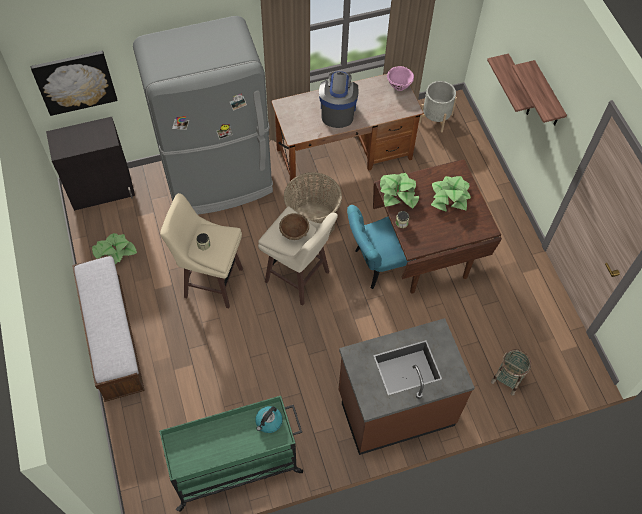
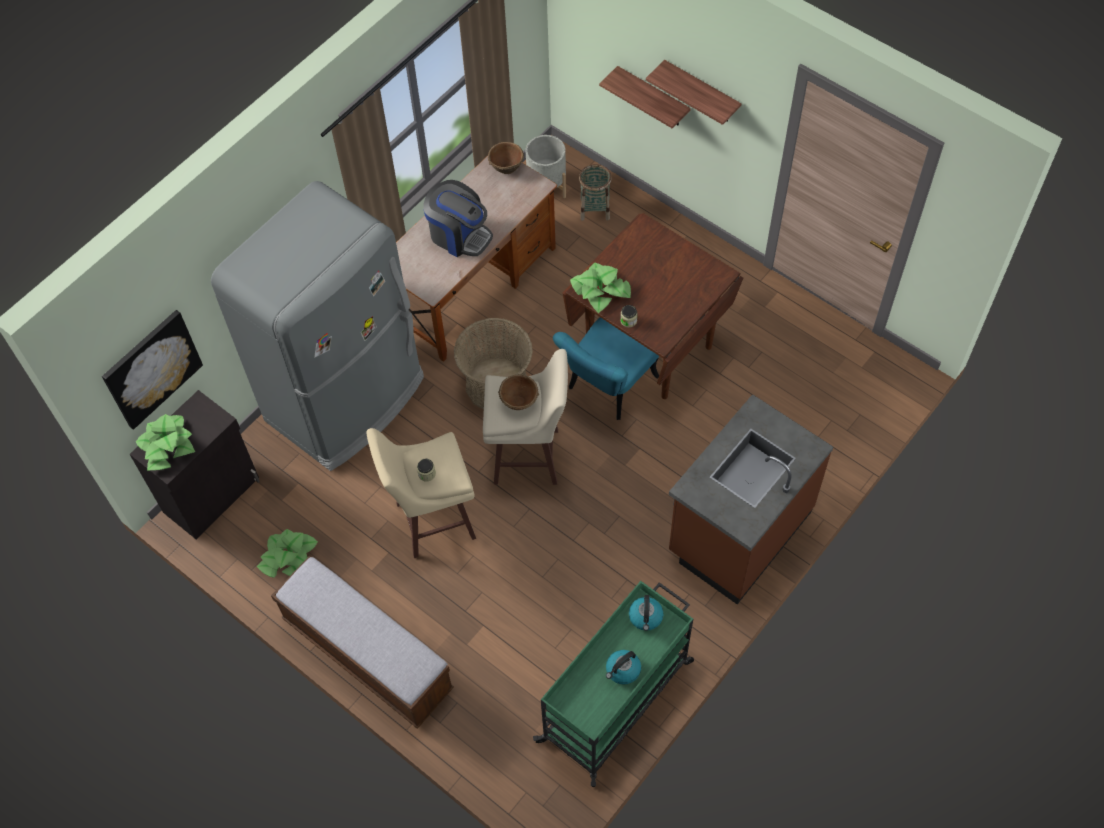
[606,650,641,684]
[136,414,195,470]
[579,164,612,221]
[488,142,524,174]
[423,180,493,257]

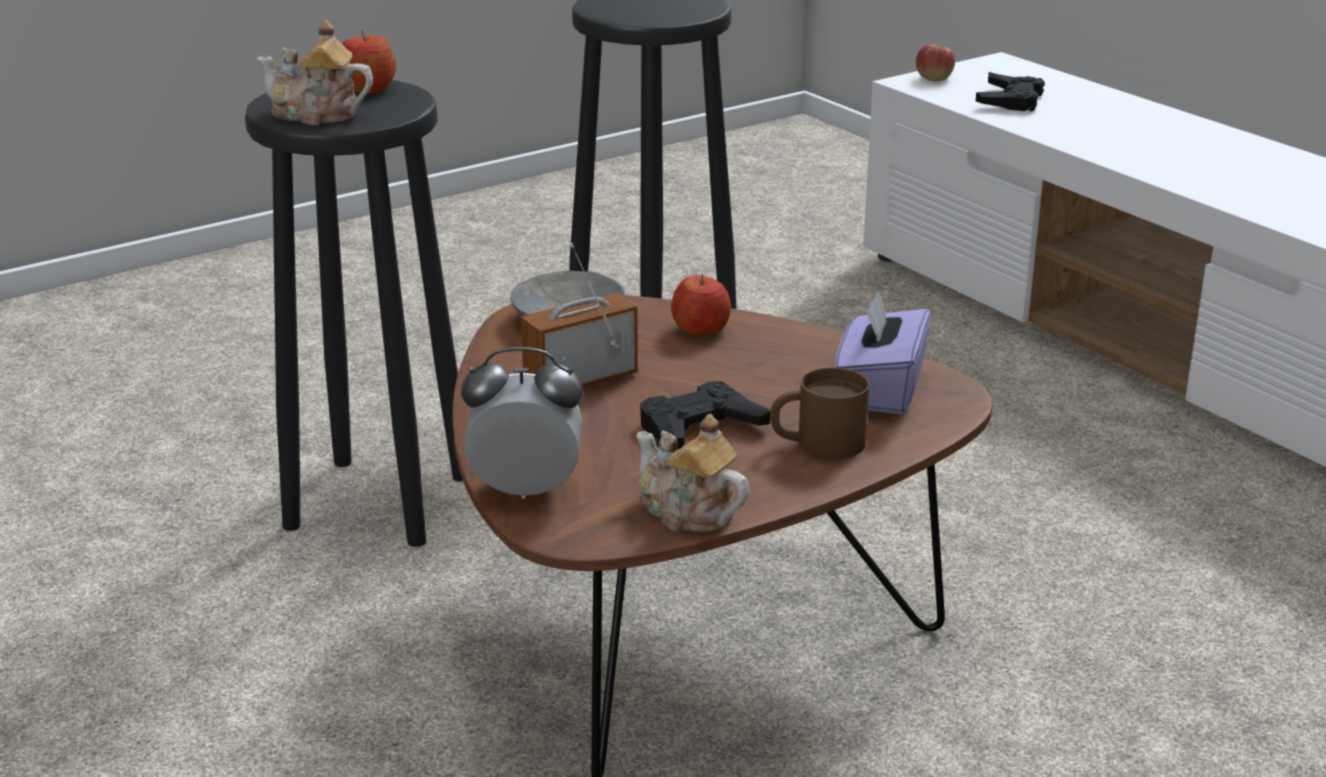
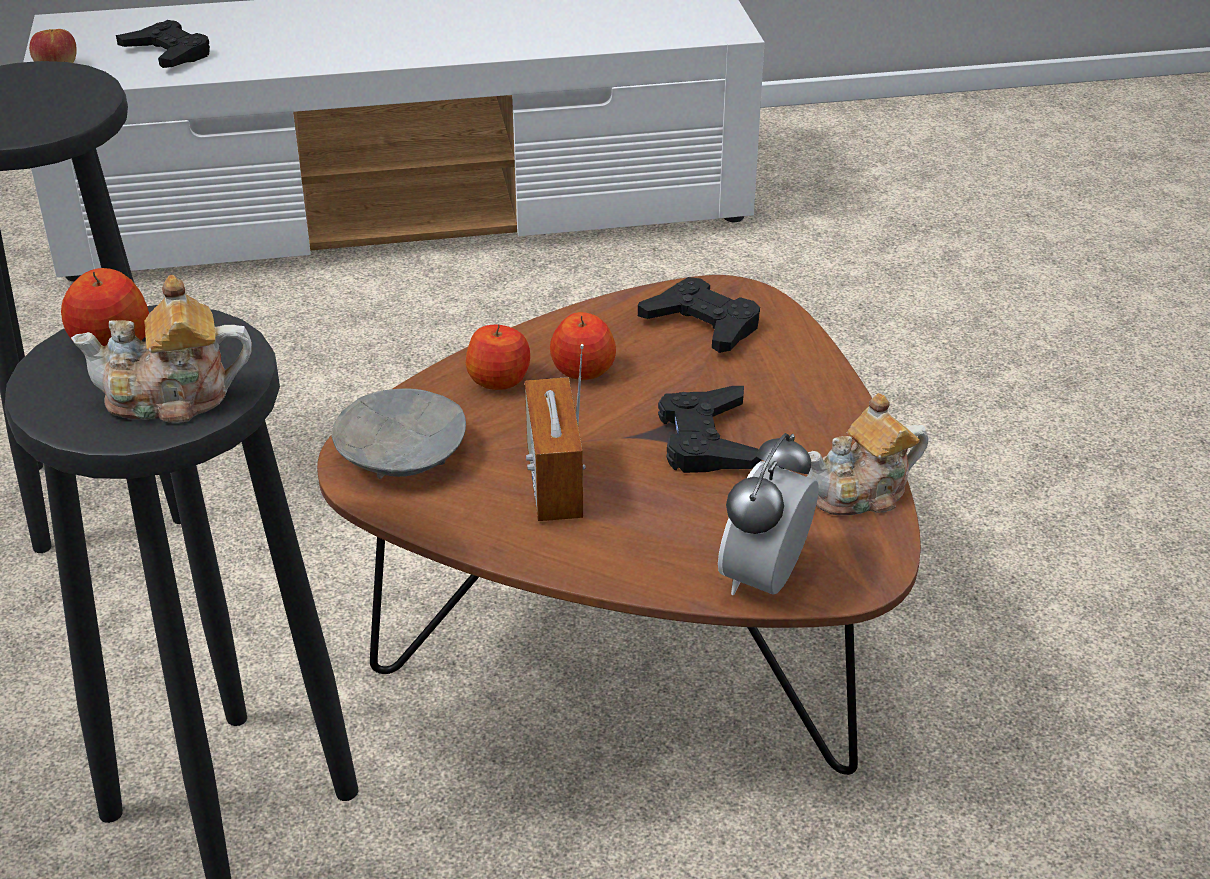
[770,367,869,459] (first image)
[550,312,616,380]
[638,277,760,353]
[71,275,252,423]

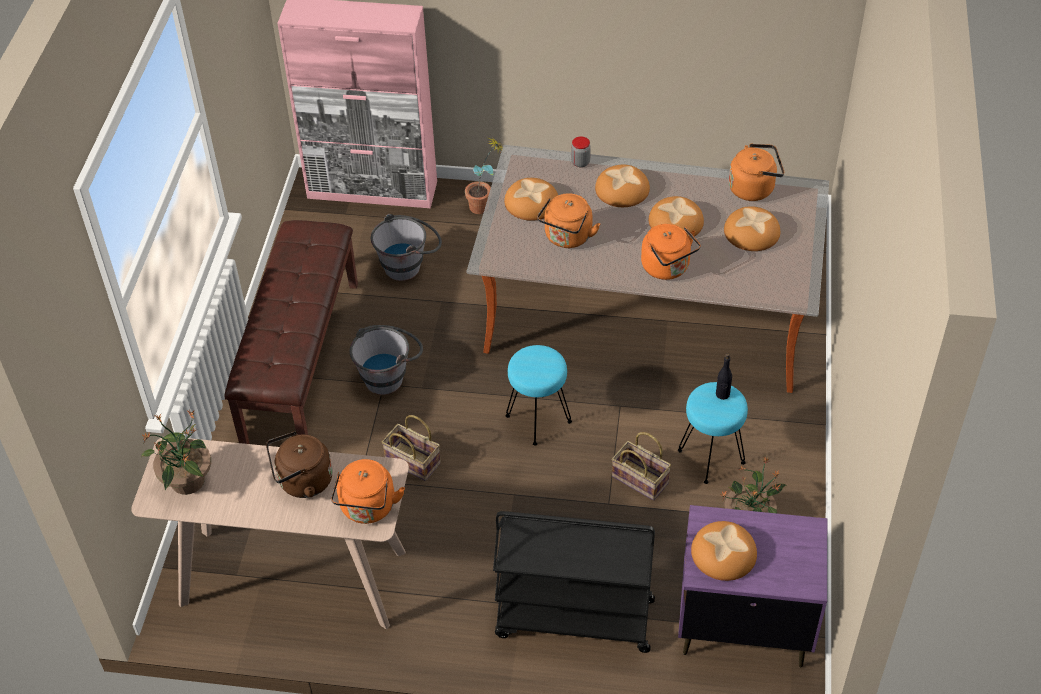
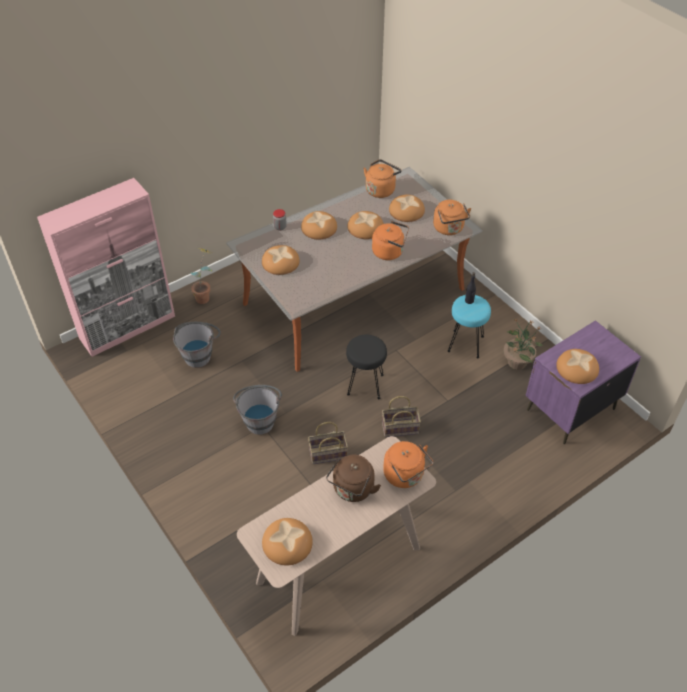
[225,220,358,444] (first image)
[493,511,655,653] (first image)
[433,200,471,235]
[382,396,421,437]
[262,518,313,565]
[346,335,387,399]

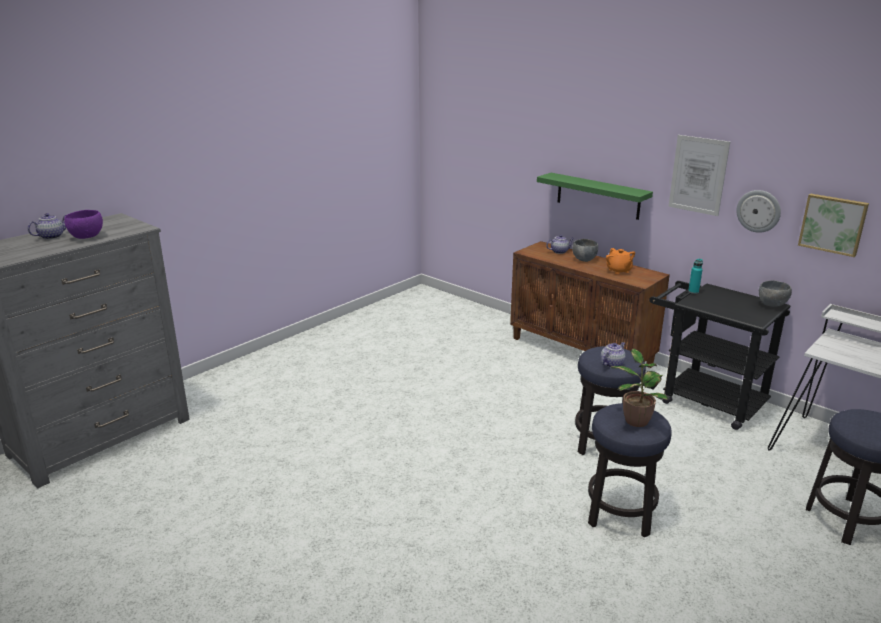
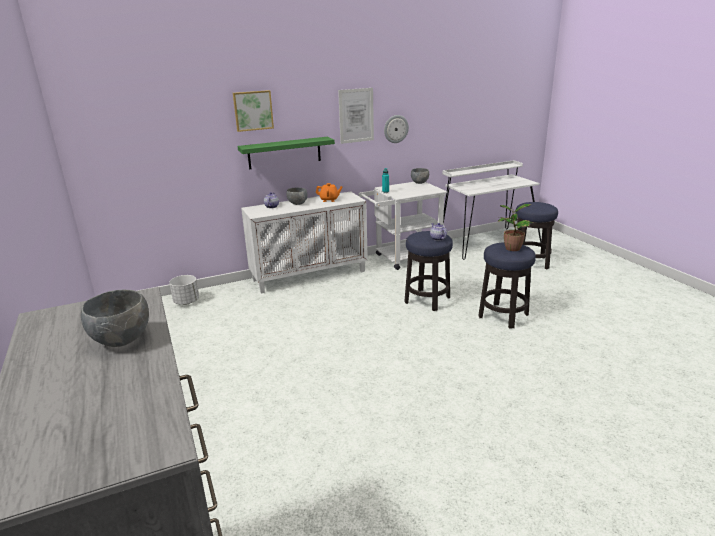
[28,213,66,239] (first image)
[169,275,199,305]
[233,90,274,132]
[81,290,149,347]
[241,192,368,294]
[358,182,447,270]

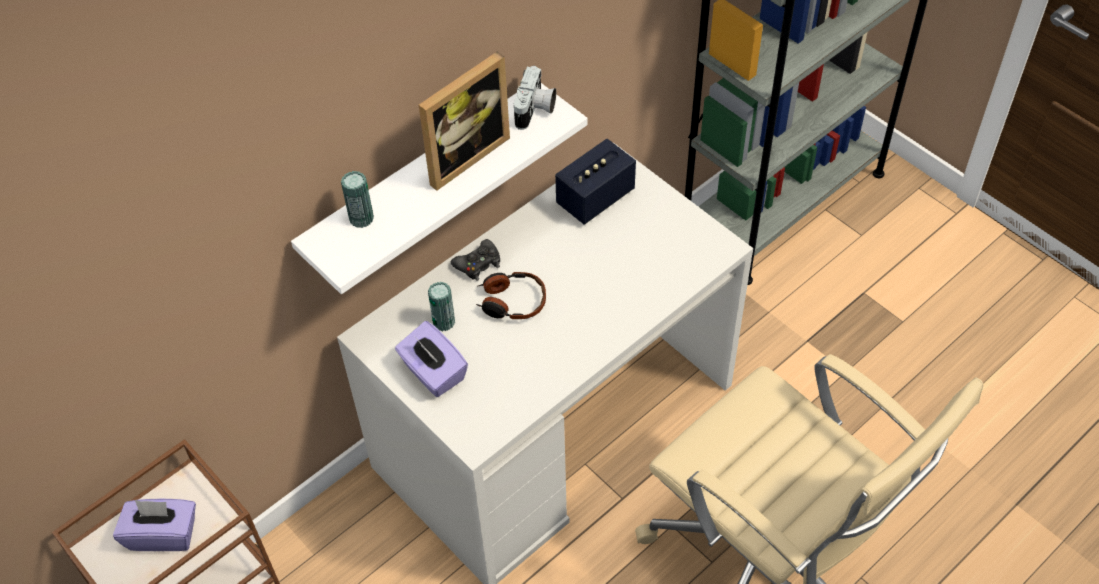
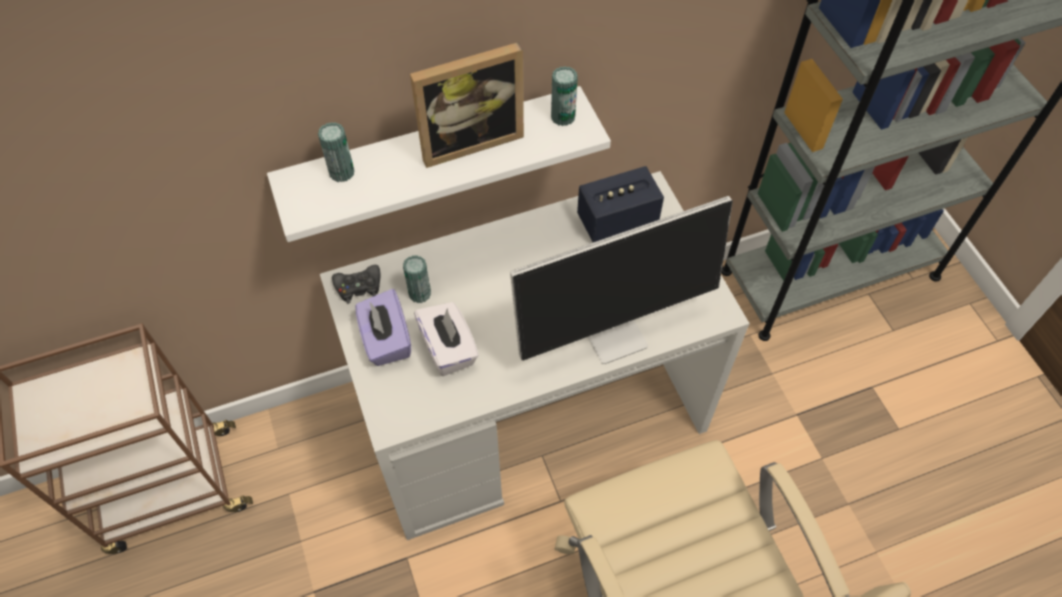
[113,498,196,551] (first image)
[476,272,546,319] (first image)
[414,302,479,376]
[510,196,733,364]
[332,265,381,304]
[551,66,578,126]

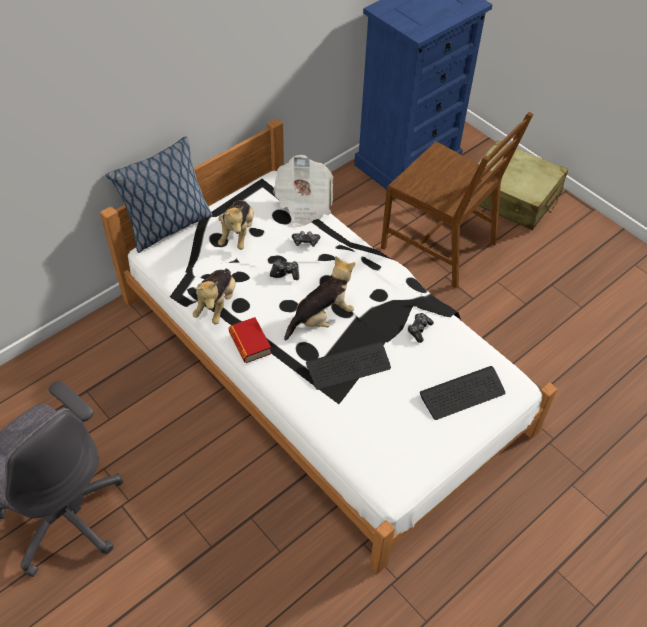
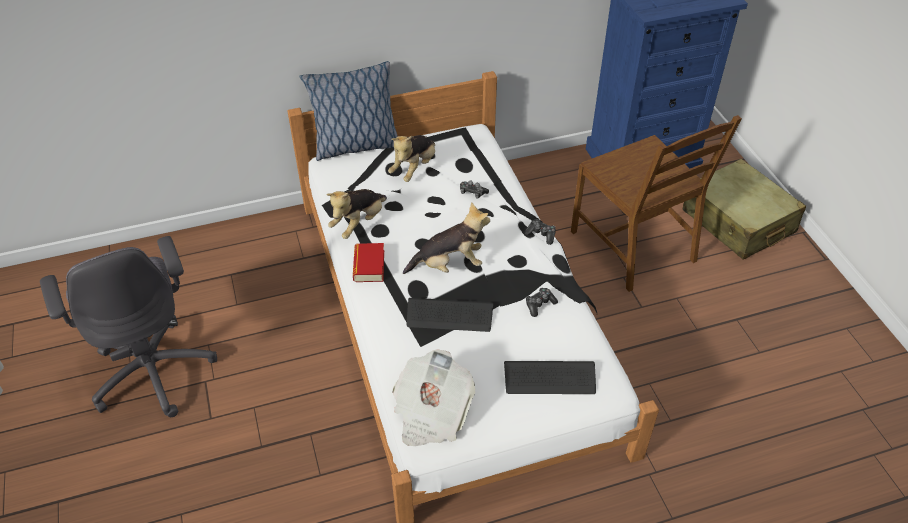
[524,219,556,245]
[392,349,475,446]

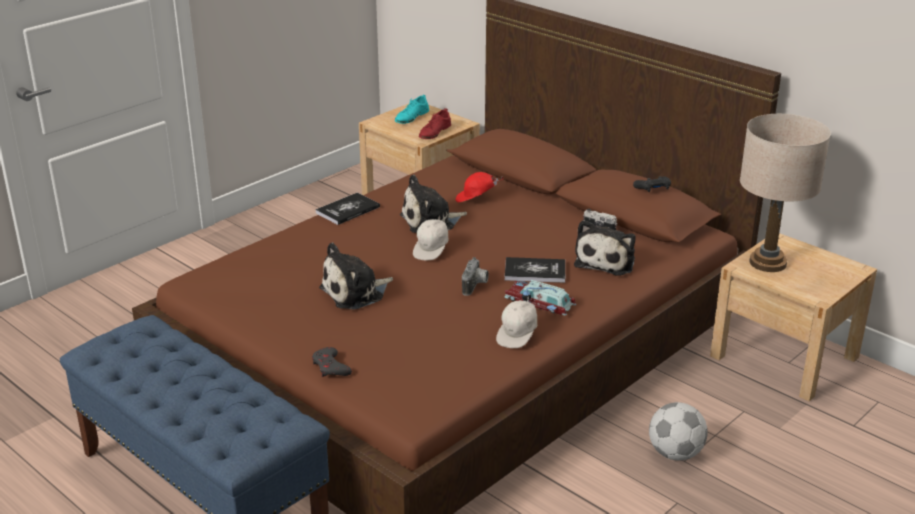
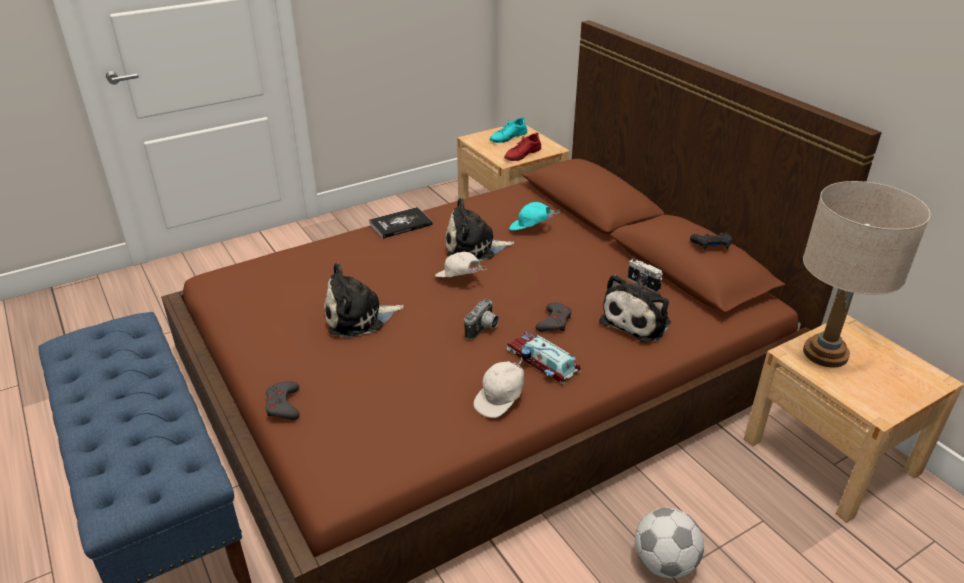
[536,303,572,332]
[509,202,560,231]
[435,252,487,277]

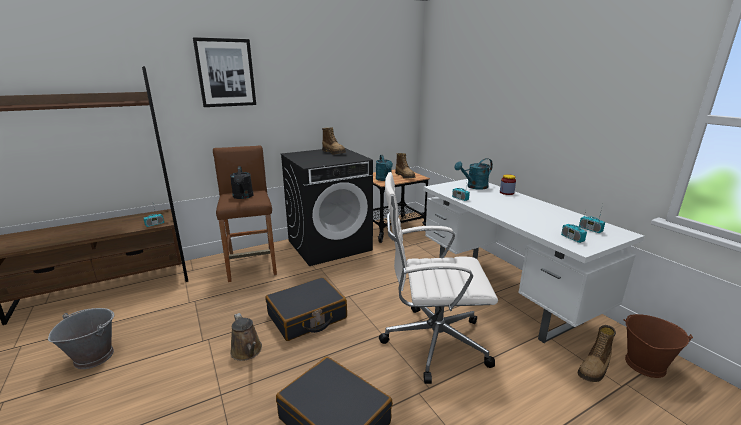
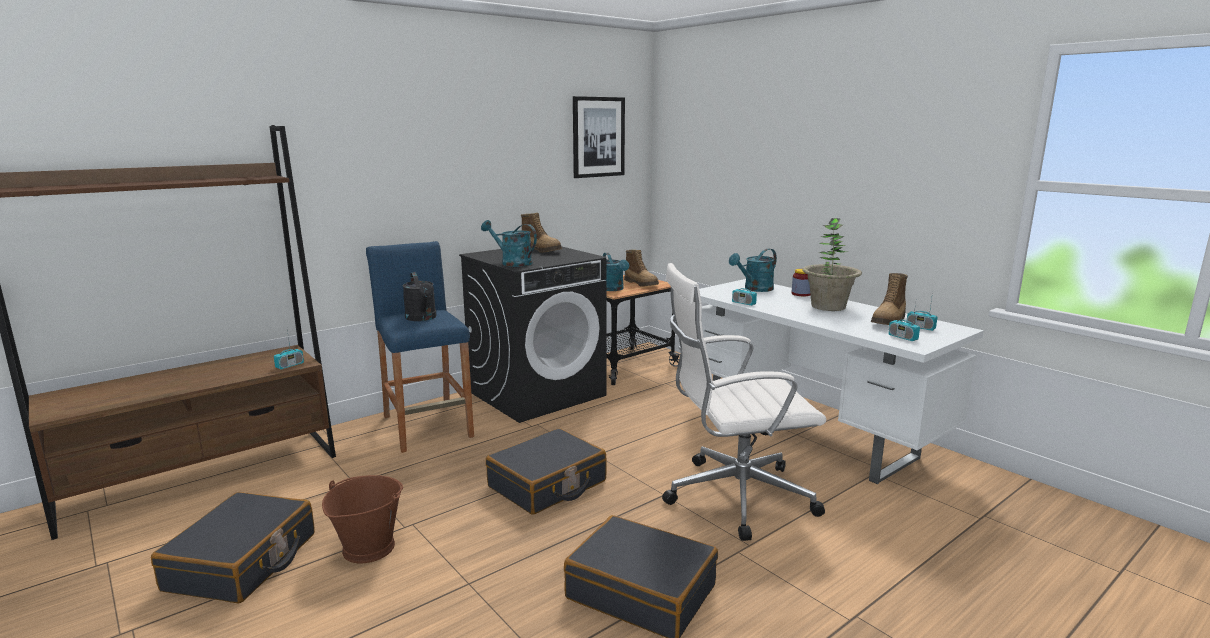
[230,313,262,361] (first image)
[481,220,537,267]
[802,218,862,311]
[573,96,625,178]
[871,273,908,325]
[322,475,403,563]
[151,492,315,604]
[366,241,474,453]

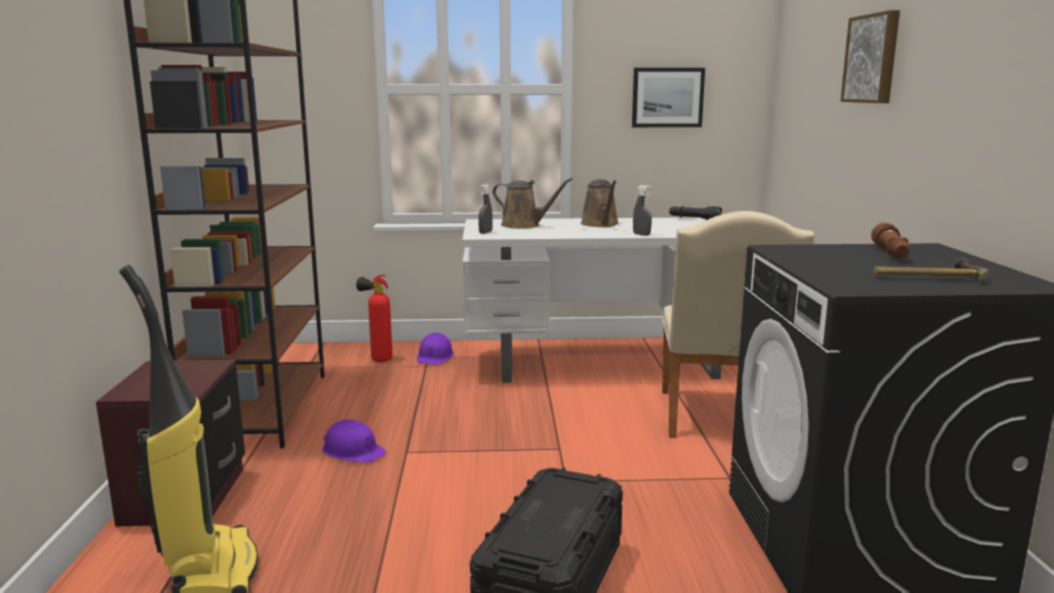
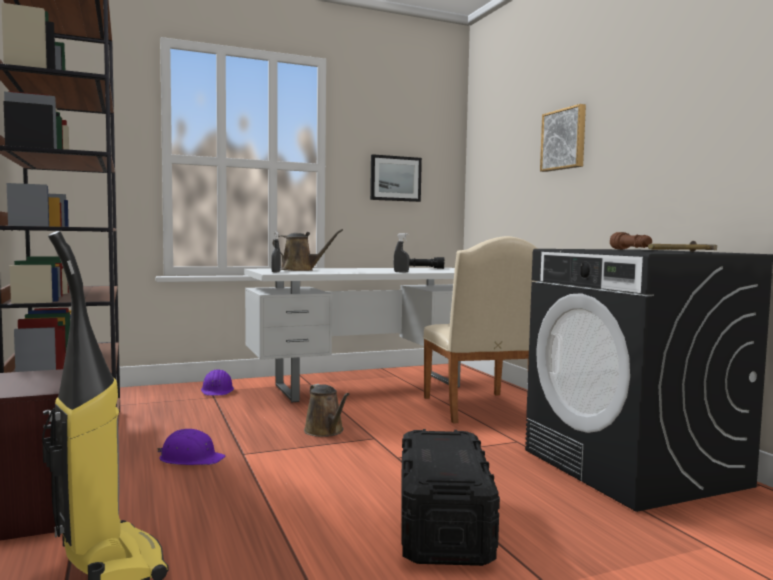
[356,275,393,362] (first image)
[304,384,350,437]

